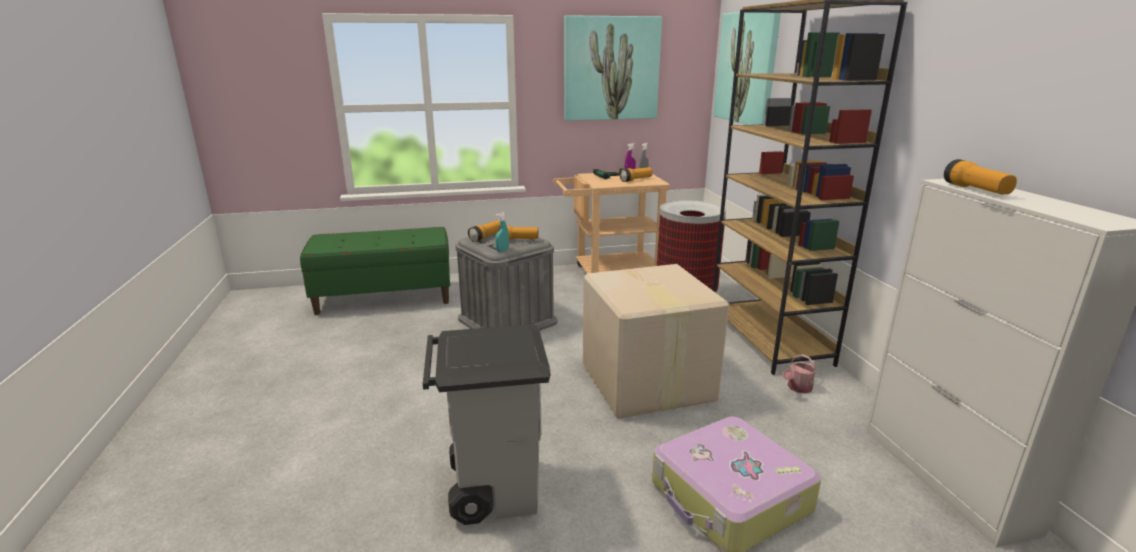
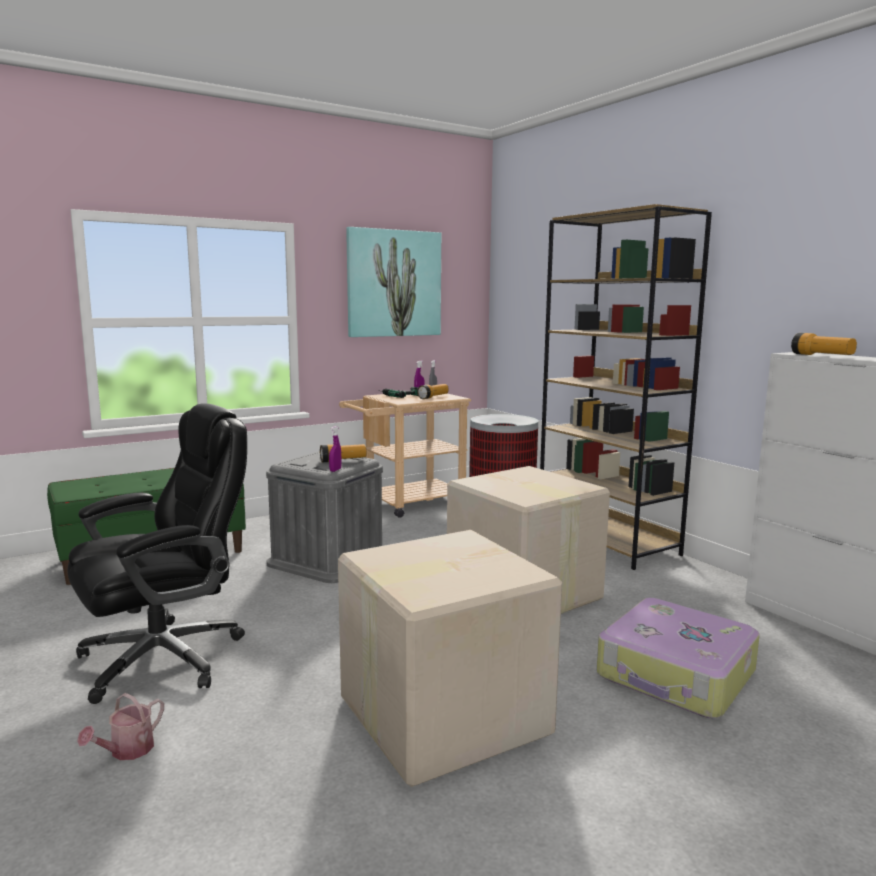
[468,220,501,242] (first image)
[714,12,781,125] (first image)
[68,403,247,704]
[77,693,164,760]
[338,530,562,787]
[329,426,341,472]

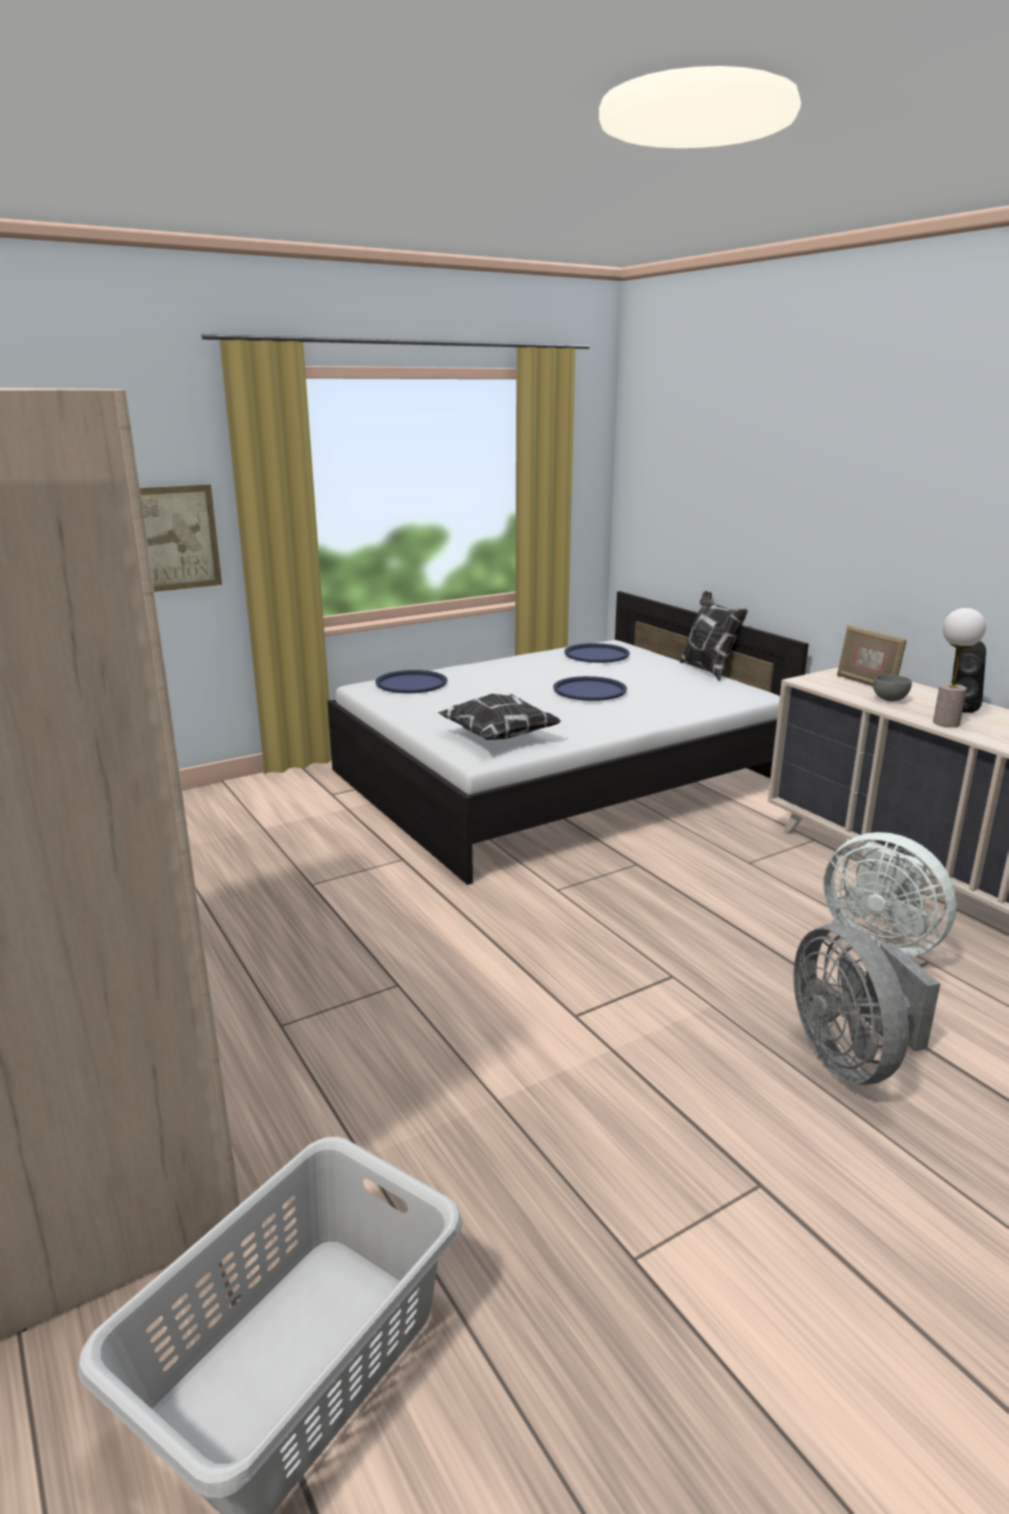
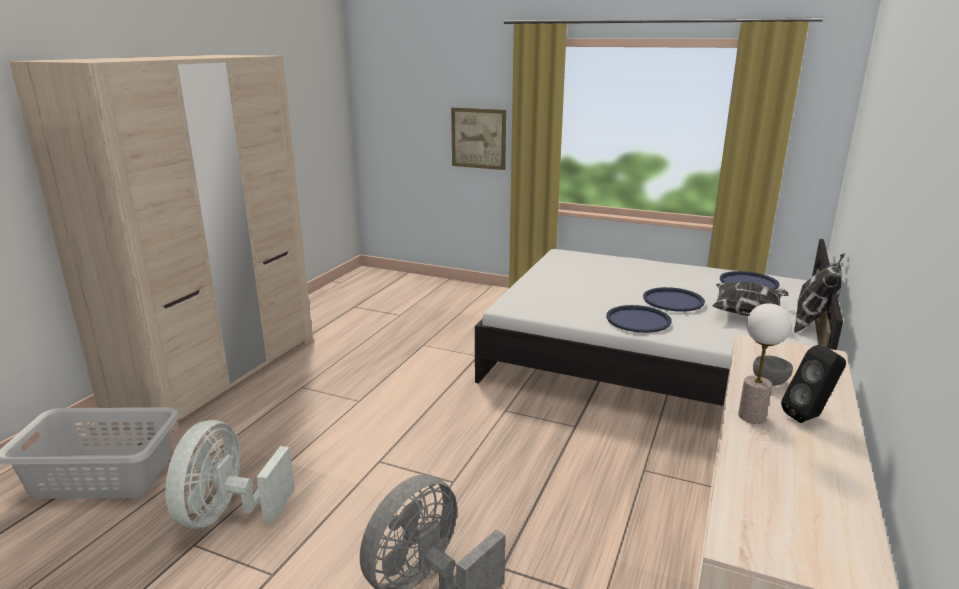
[837,625,907,686] (first image)
[606,305,672,333]
[712,282,789,316]
[165,420,295,529]

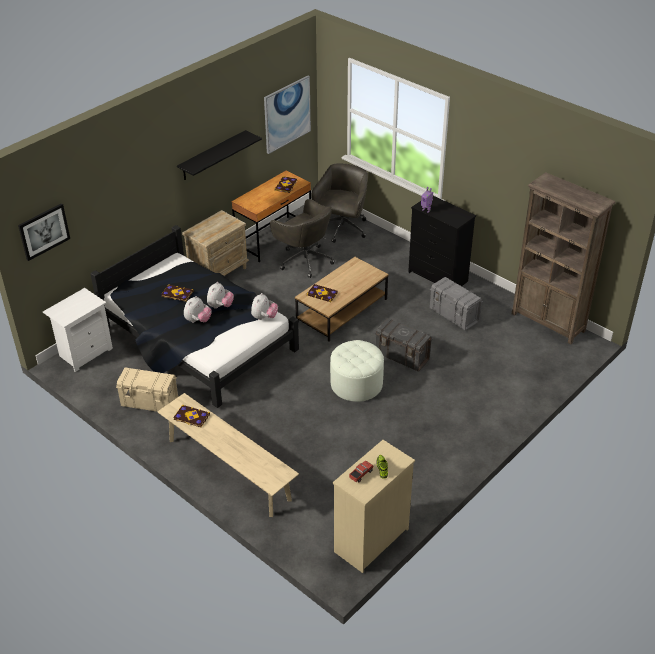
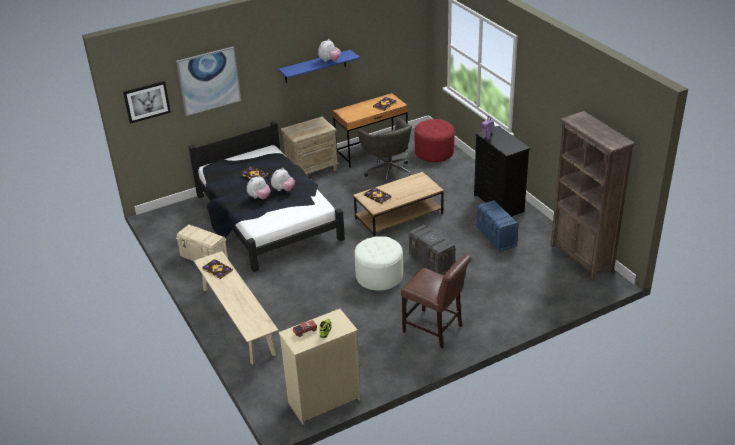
[43,288,113,372] (first image)
[401,255,471,348]
[318,39,341,62]
[176,47,241,116]
[415,119,455,162]
[278,50,360,83]
[477,200,519,251]

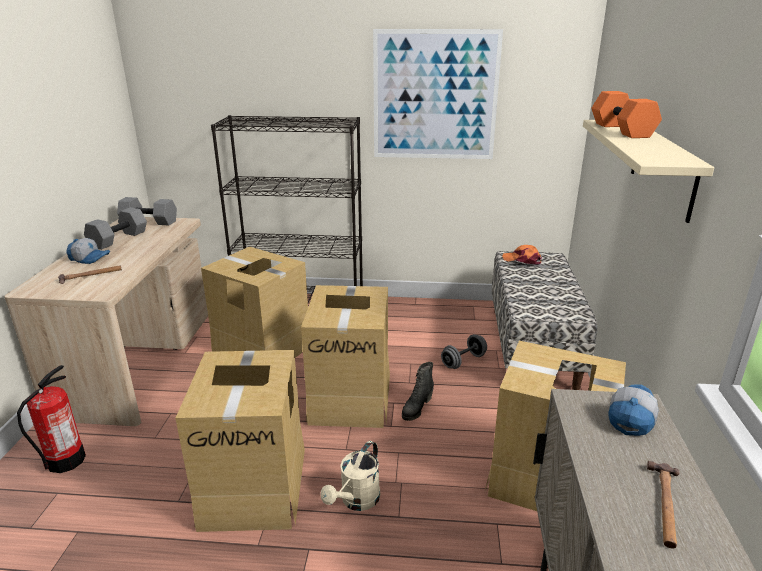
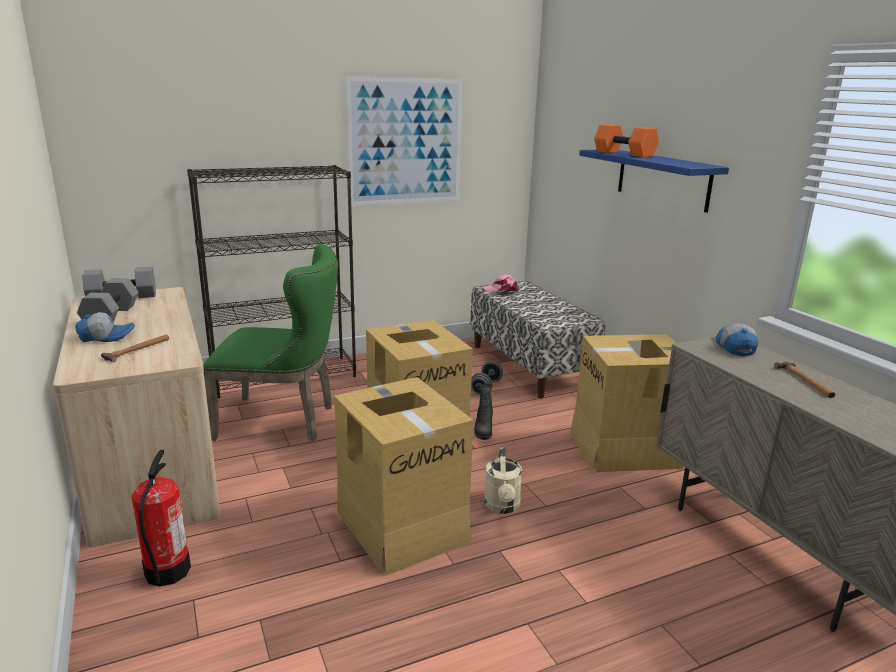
[203,244,338,441]
[483,274,520,293]
[579,150,729,213]

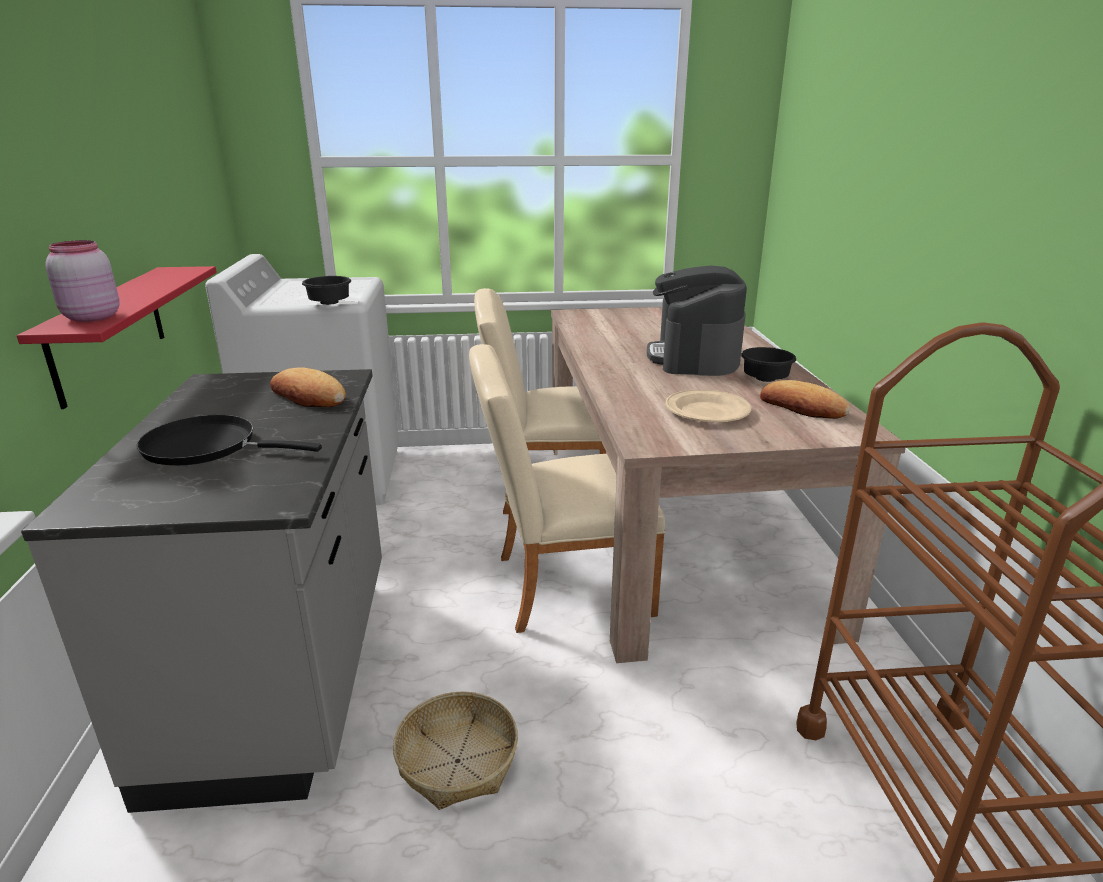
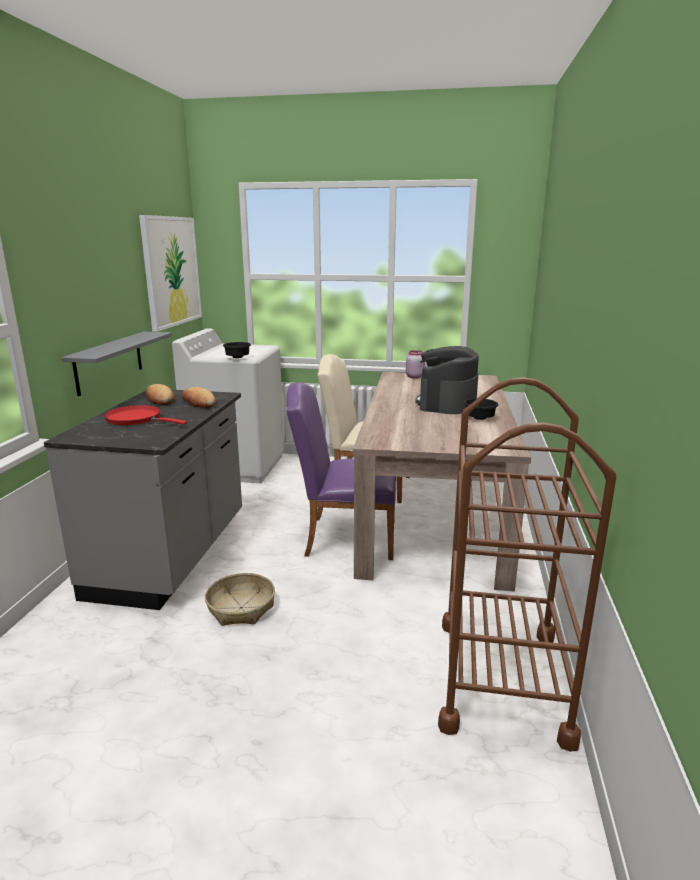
[665,389,751,422] (first image)
[139,215,202,332]
[406,350,425,379]
[145,384,174,405]
[61,332,172,396]
[104,405,187,425]
[286,382,396,560]

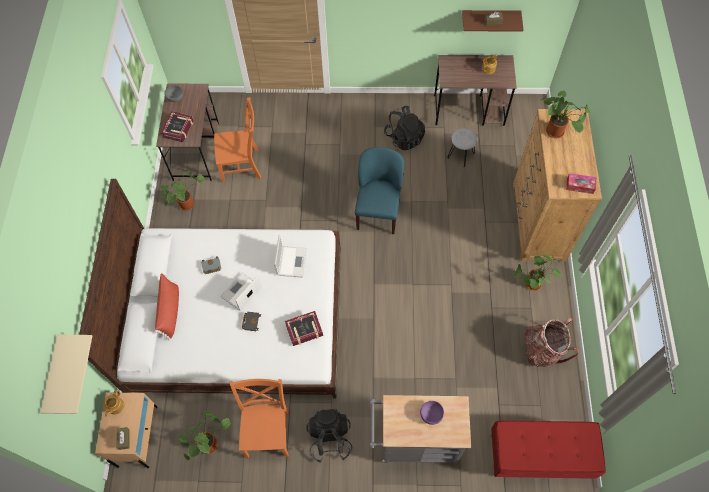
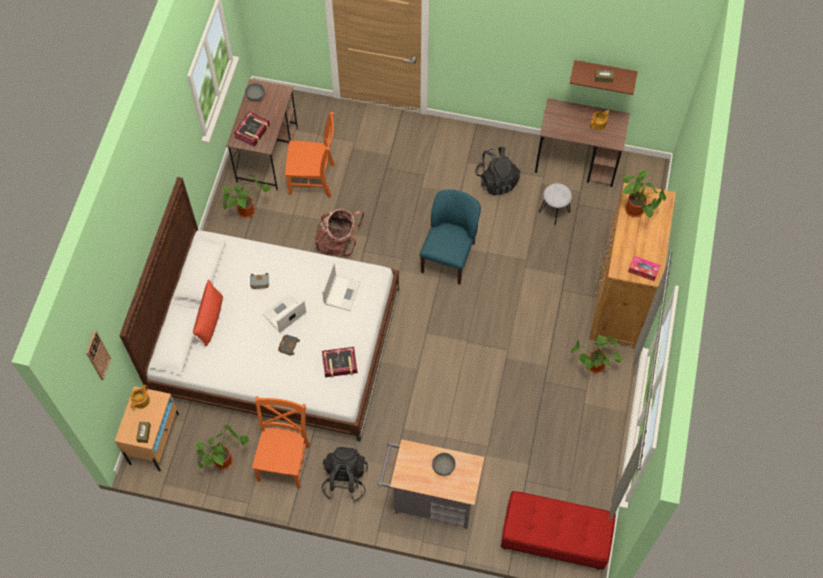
[315,209,364,257]
[86,330,111,380]
[432,453,456,476]

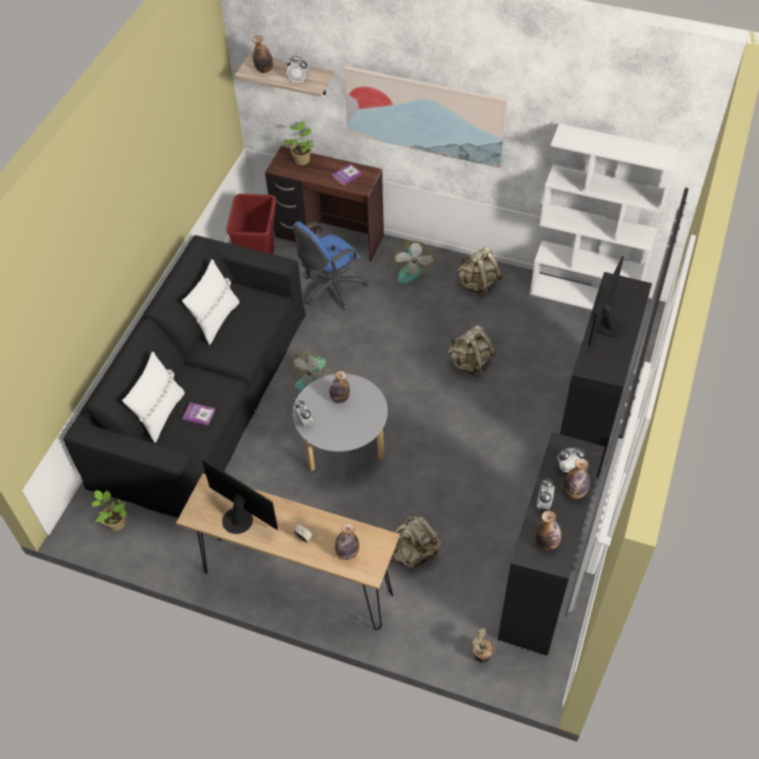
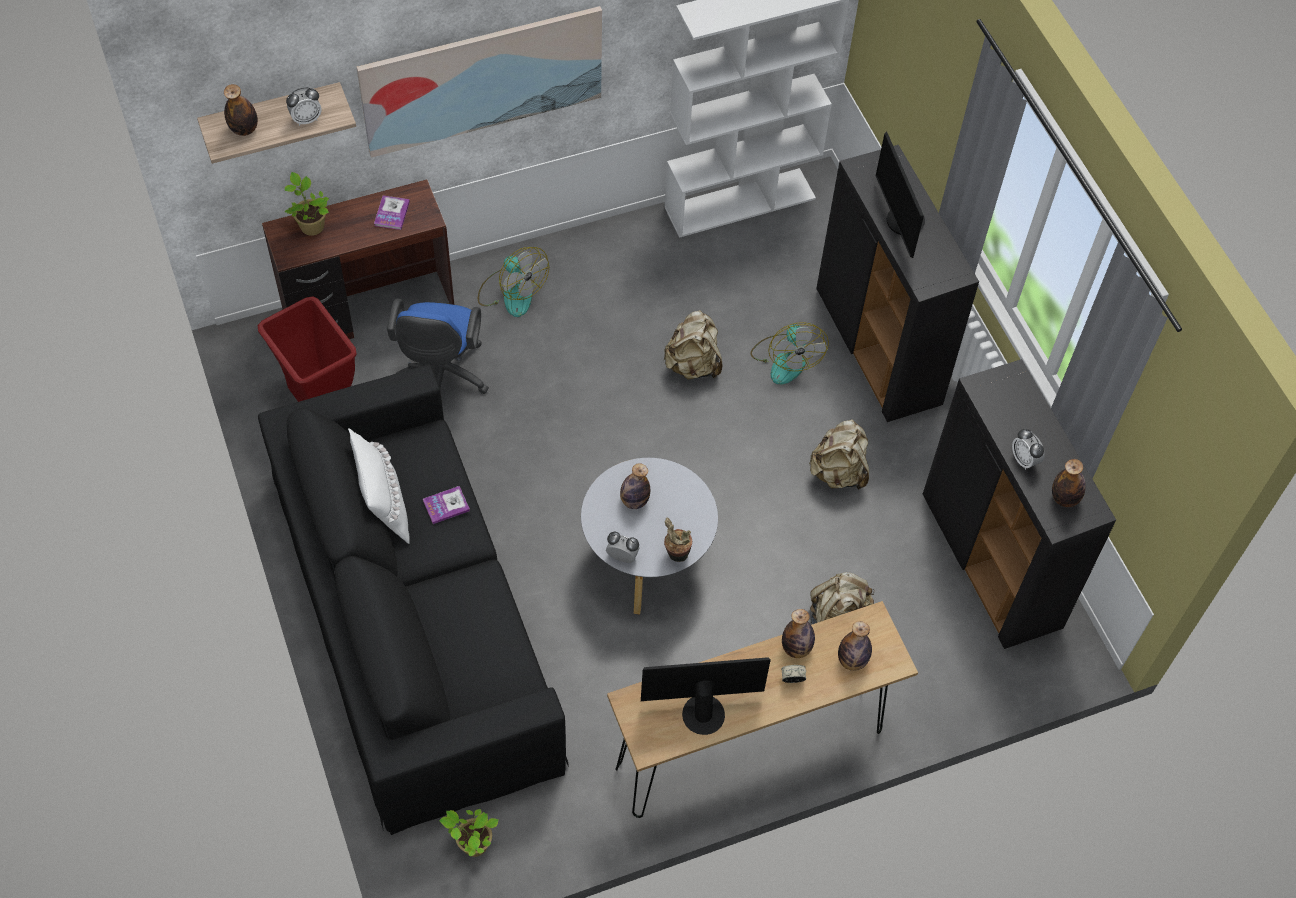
[122,351,185,443] (first image)
[557,448,585,472] (first image)
[423,486,470,524]
[750,322,829,384]
[809,419,869,490]
[664,518,692,562]
[782,609,815,658]

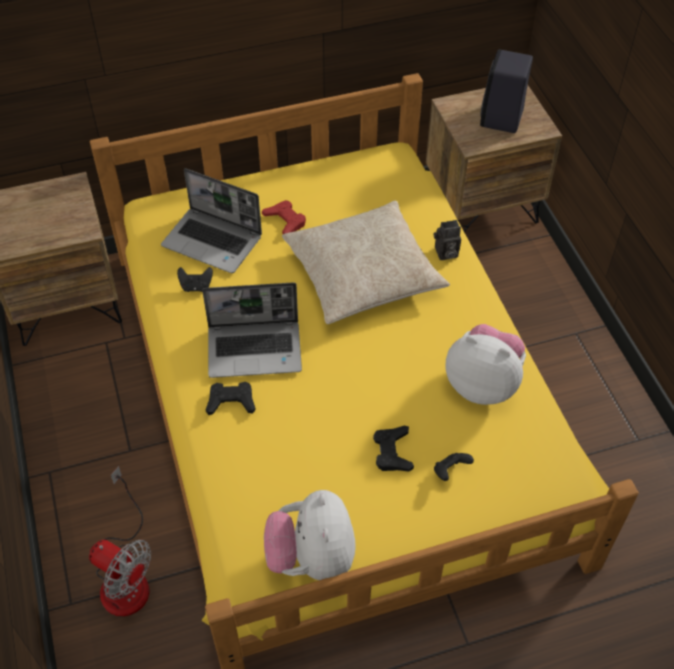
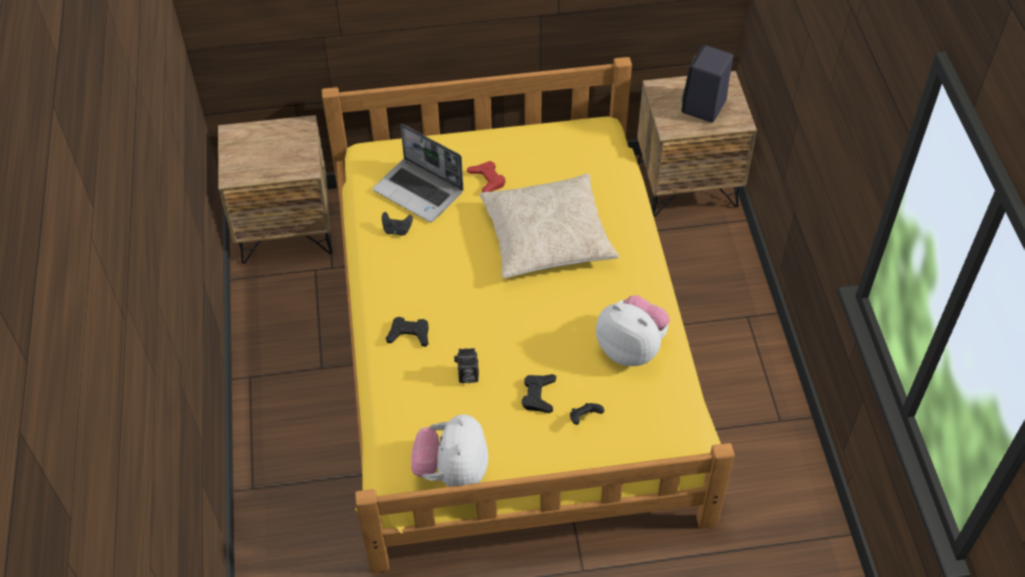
[89,466,151,616] (first image)
[202,282,302,378] (first image)
[454,348,479,383]

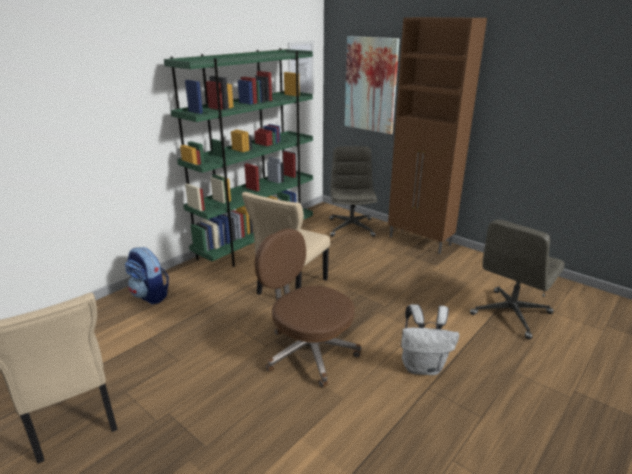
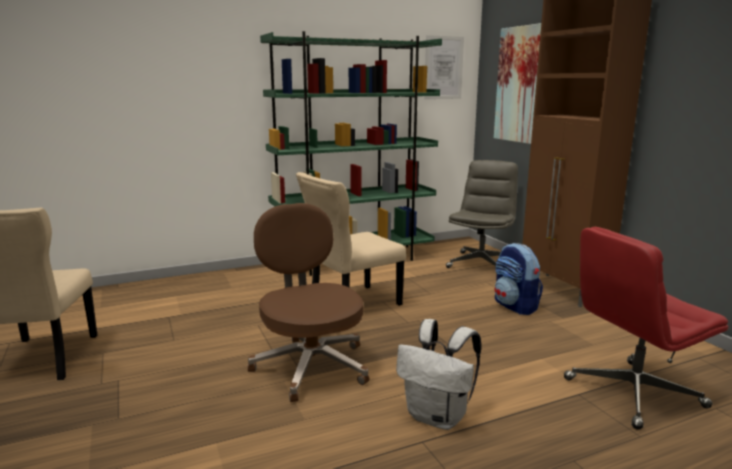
[495,243,543,315]
[564,227,728,430]

